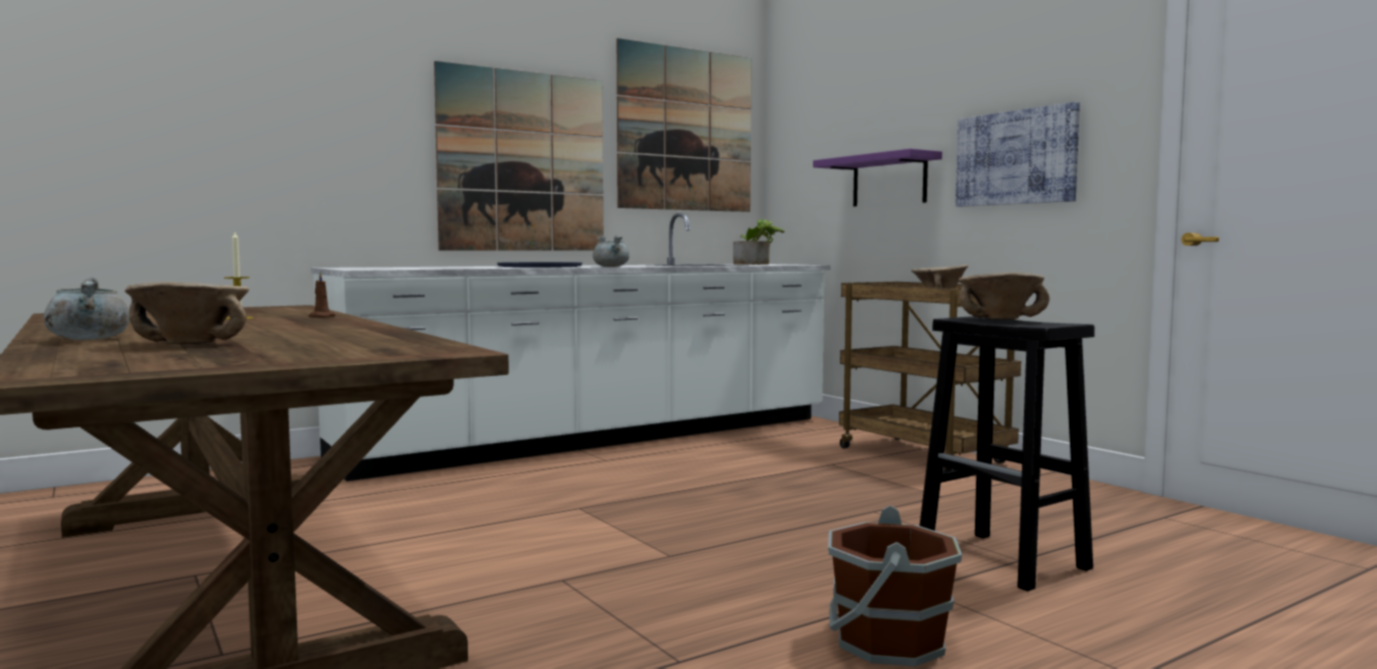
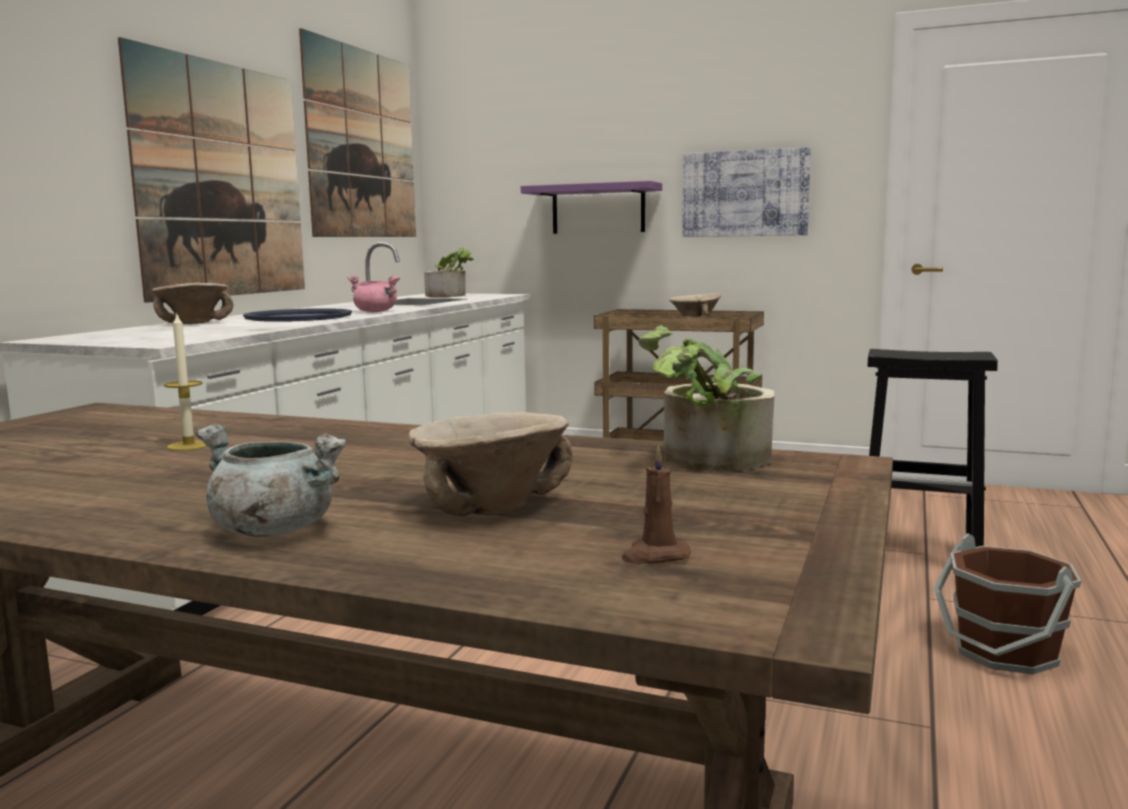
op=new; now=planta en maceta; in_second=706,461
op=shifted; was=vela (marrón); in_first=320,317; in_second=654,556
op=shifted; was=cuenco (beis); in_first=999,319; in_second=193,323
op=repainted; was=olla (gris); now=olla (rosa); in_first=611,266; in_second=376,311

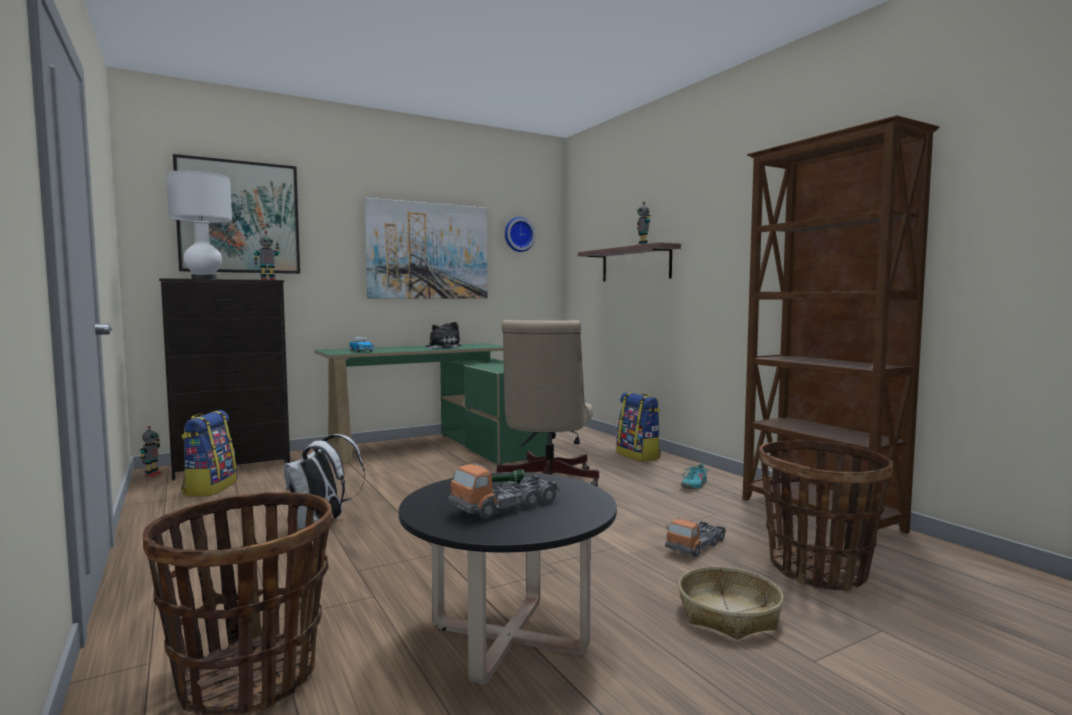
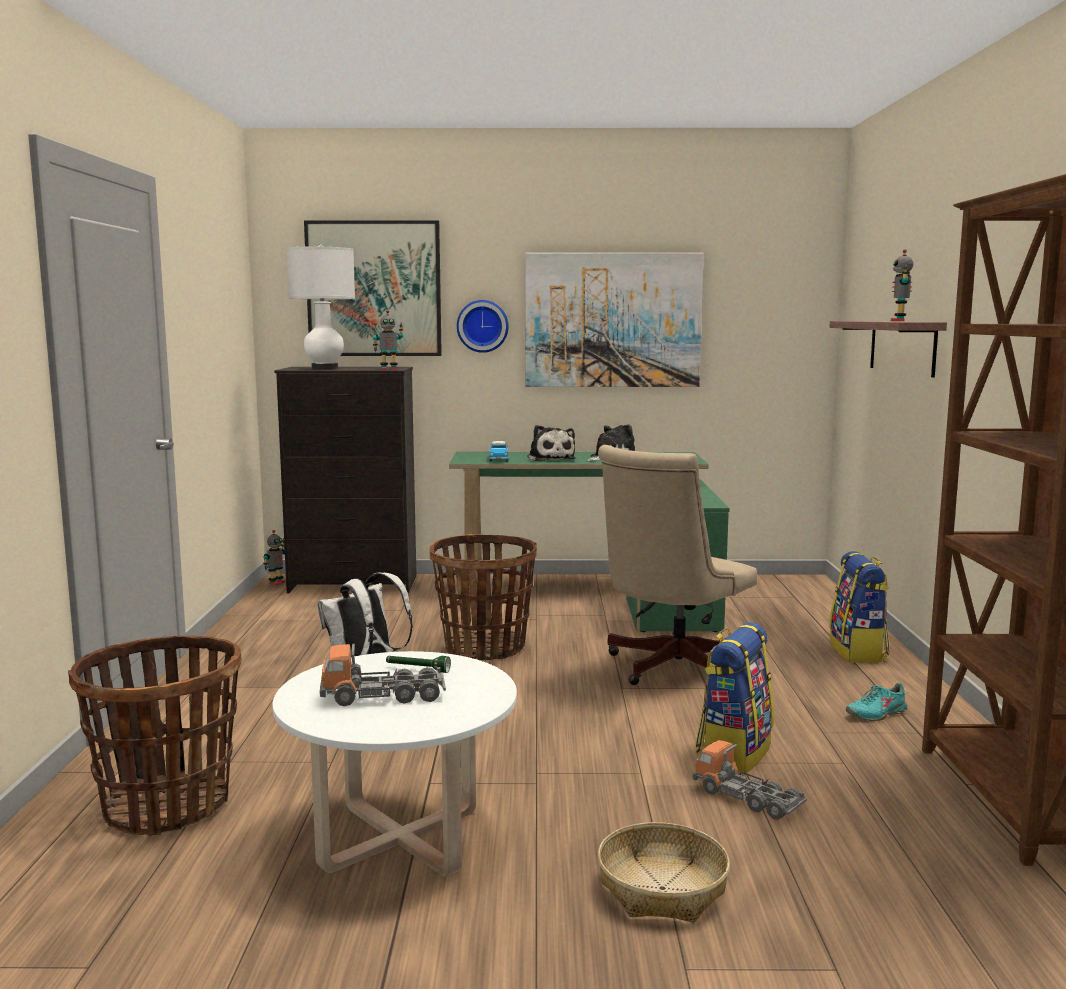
op=new; now=peluche; in_second=550,459
op=shifted; was=mochila; in_first=209,488; in_second=733,752
op=shifted; was=reloj de pared; in_first=518,234; in_second=482,326
op=shifted; was=cesta; in_first=818,570; in_second=484,648
op=repainted; was=mesa de centro (negro); now=mesa de centro (blanco); in_first=509,638; in_second=400,839
op=rotated; was=camión de juguete; in_first=696,546; in_second=747,798; clockwise=60

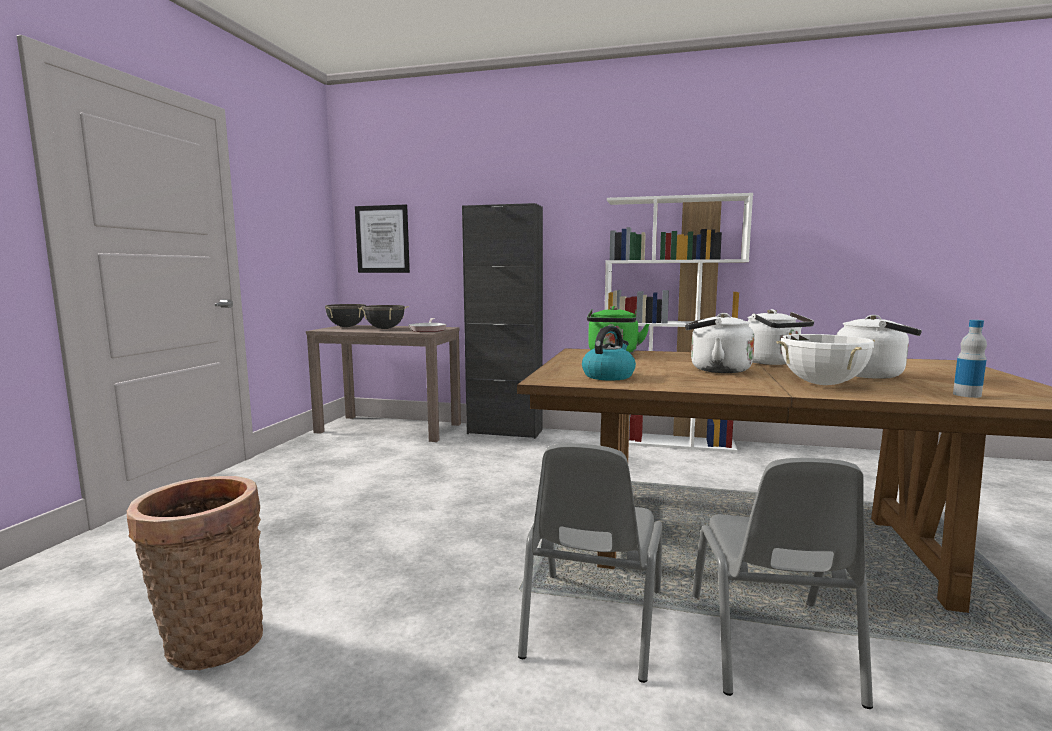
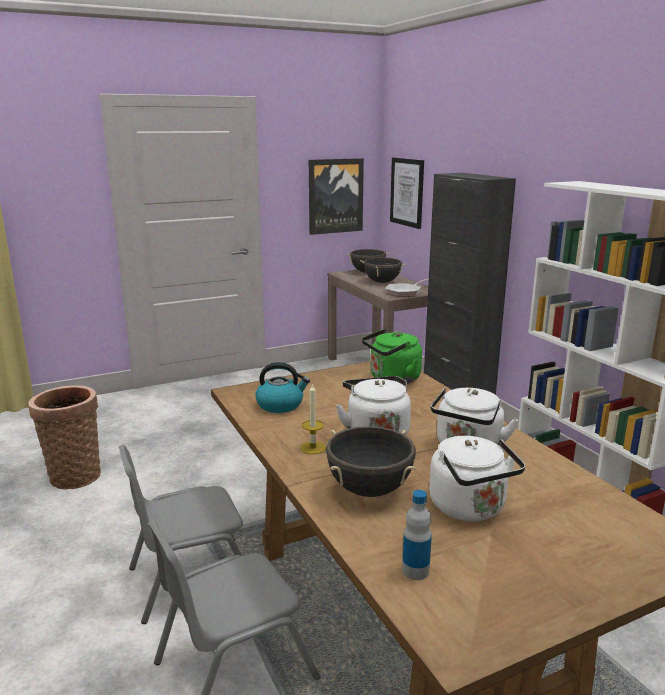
op=new; now=vela; in_second=313,448
op=new; now=cuadro; in_second=335,196
op=repainted; was=olla (blanco); now=olla (negro); in_first=822,384; in_second=369,489

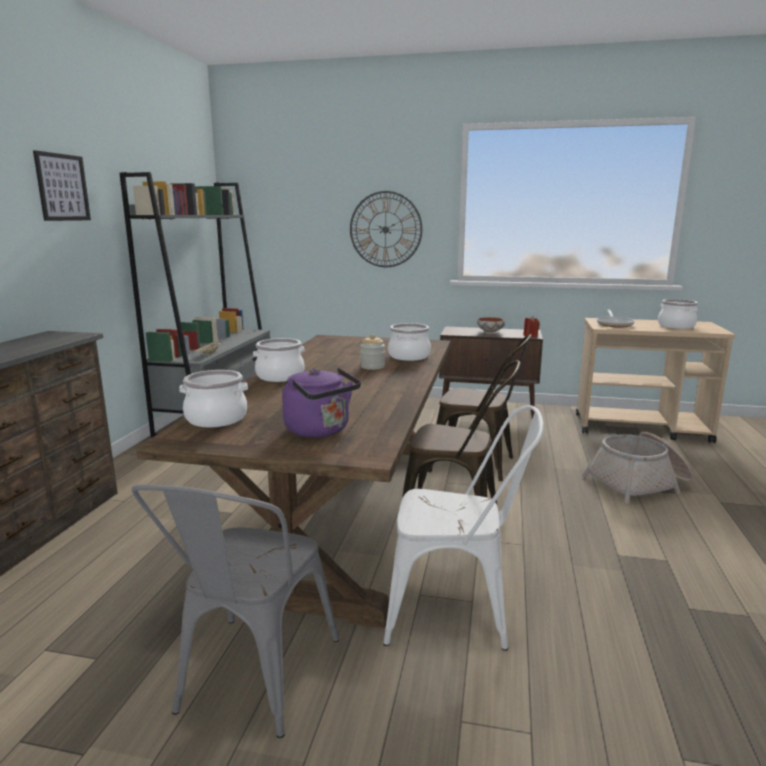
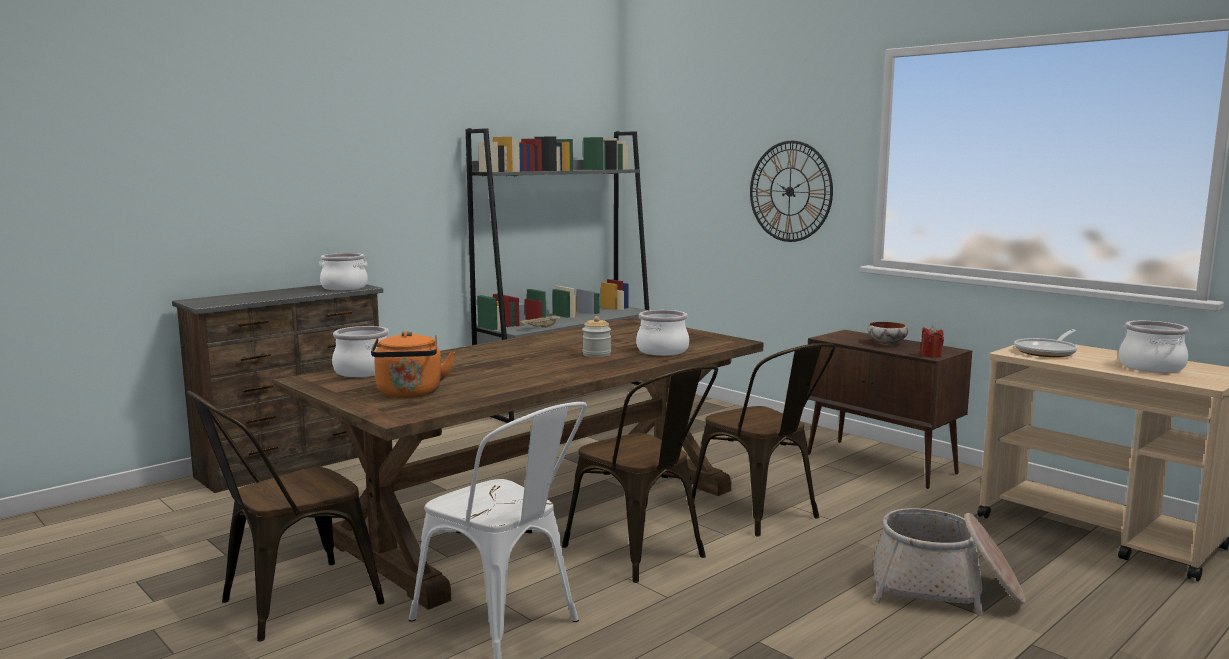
op=gone; was=cuadro; in_first=62,187
op=shifted; was=olla; in_first=280,376; in_second=344,287
op=repainted; was=silla (gris); now=silla (marrón); in_first=251,682; in_second=288,604
op=repainted; was=hervidor (morado); now=hervidor (naranja); in_first=320,431; in_second=410,394

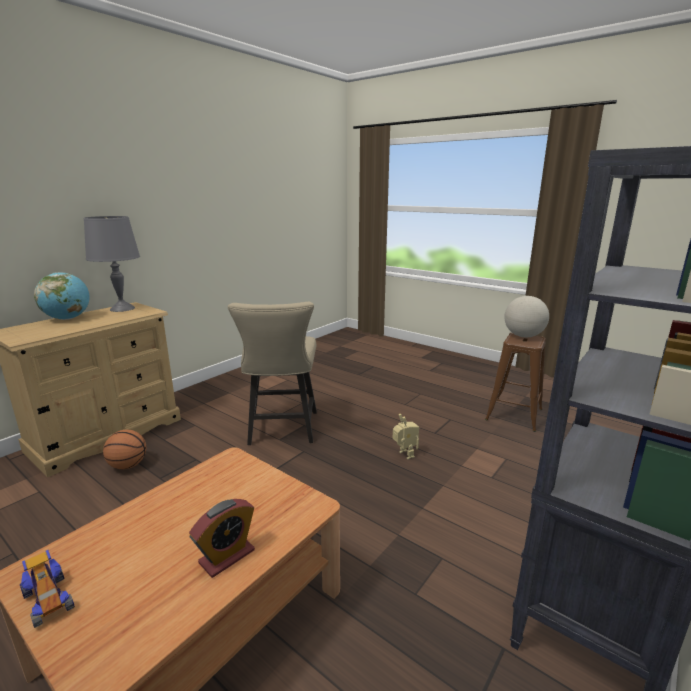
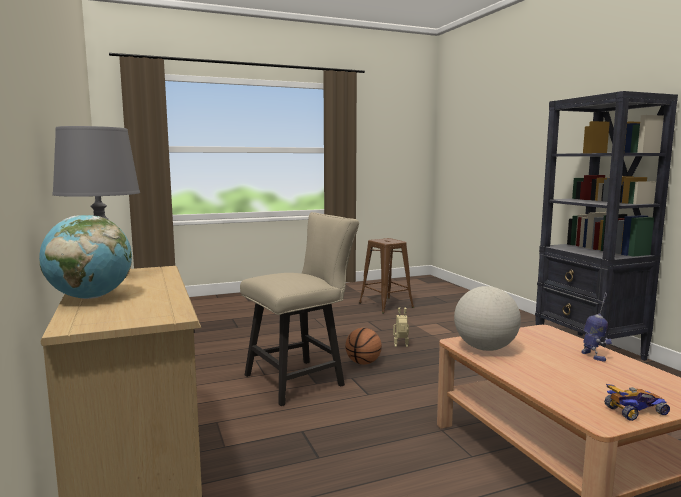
op=shifted; was=balón de baloncesto; in_first=128,465; in_second=363,363
op=shifted; was=globo terráqueo; in_first=523,336; in_second=485,348
op=swapped; was=despertador; now=robot de juguete; in_first=227,556; in_second=593,356
op=rotated; was=silla (beis); in_first=282,431; in_second=301,379; clockwise=-60

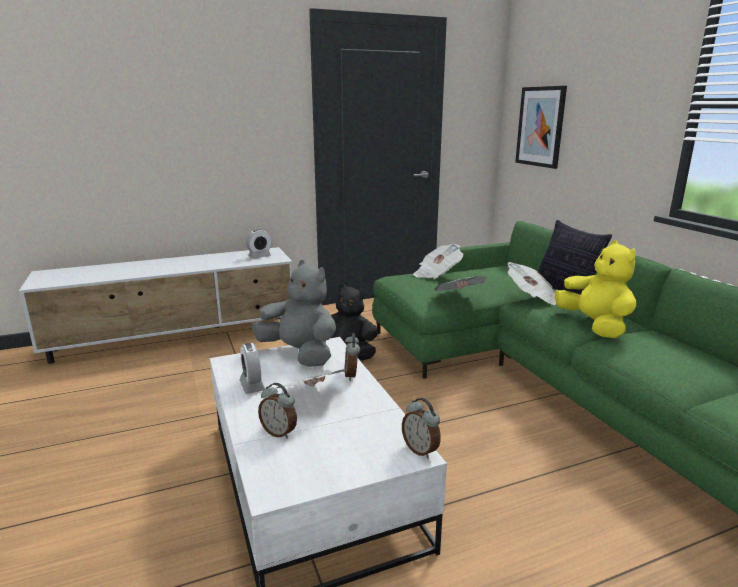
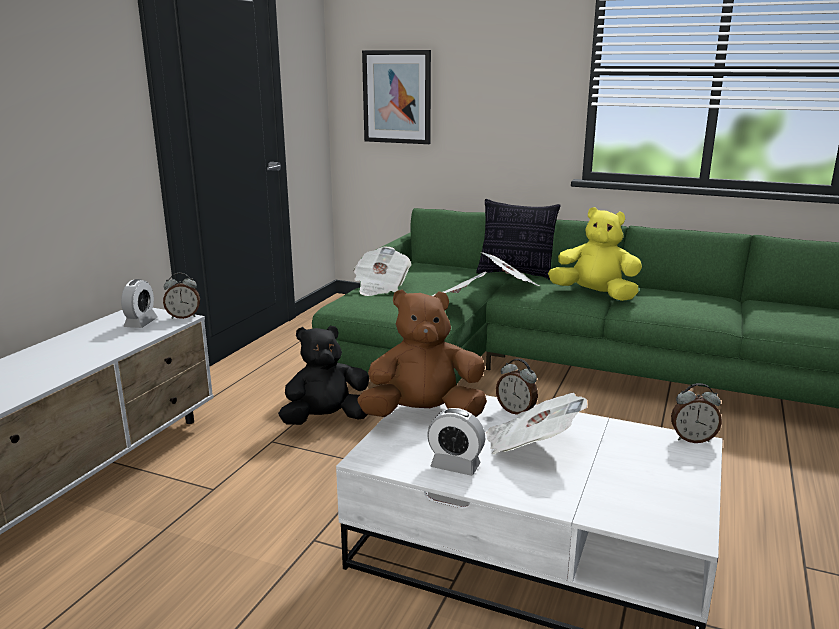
op=shifted; was=despertador; in_first=279,432; in_second=183,317
op=repainted; was=peluche (gris); now=peluche (marrón); in_first=300,354; in_second=424,415

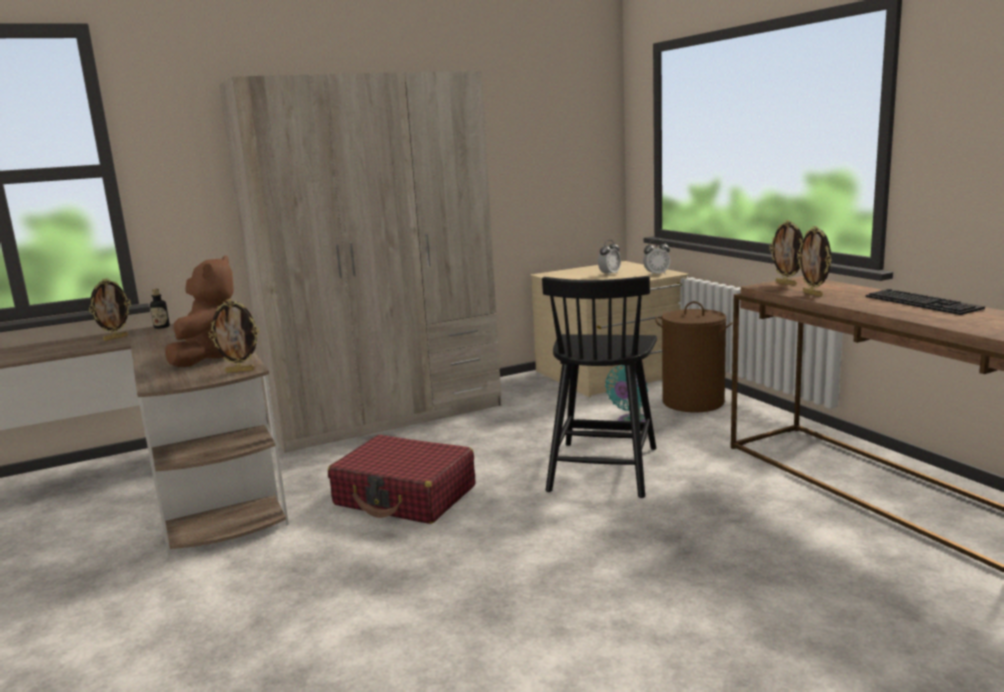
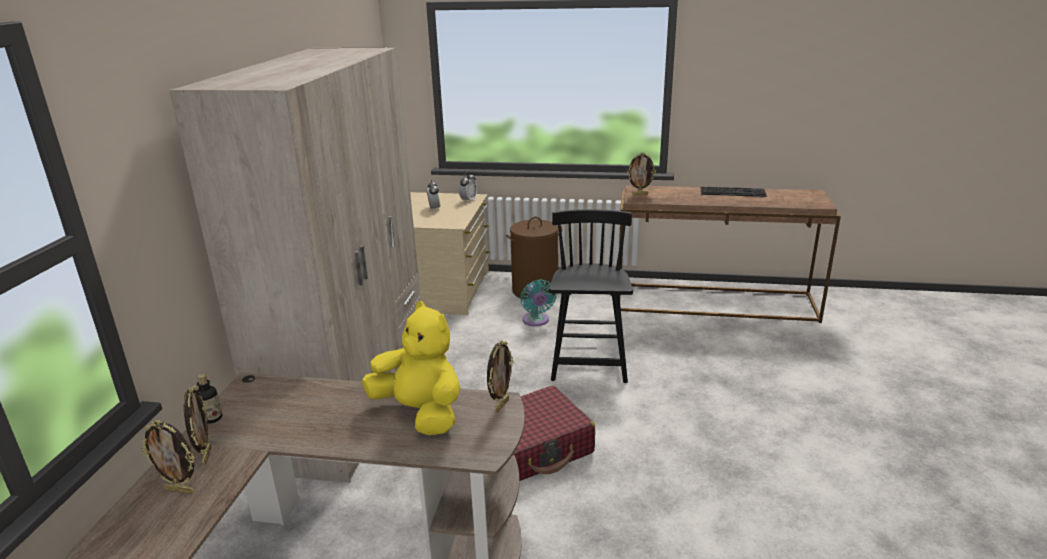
op=shifted; was=portarretratos; in_first=813,294; in_second=180,490
op=repainted; was=peluche (marrón); now=peluche (amarillo); in_first=208,358; in_second=420,413
op=rotated; was=silla (negro); in_first=603,467; in_second=589,359; clockwise=-135

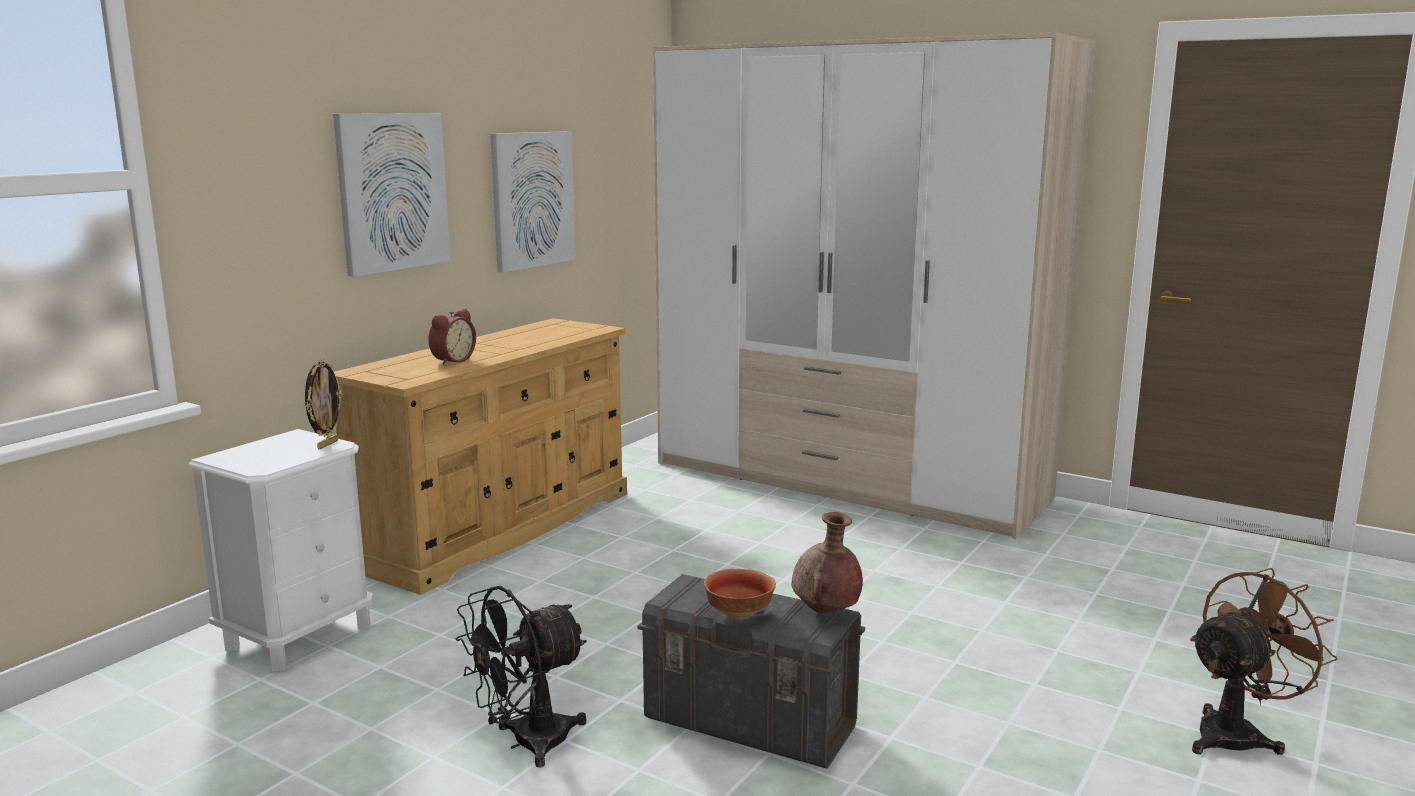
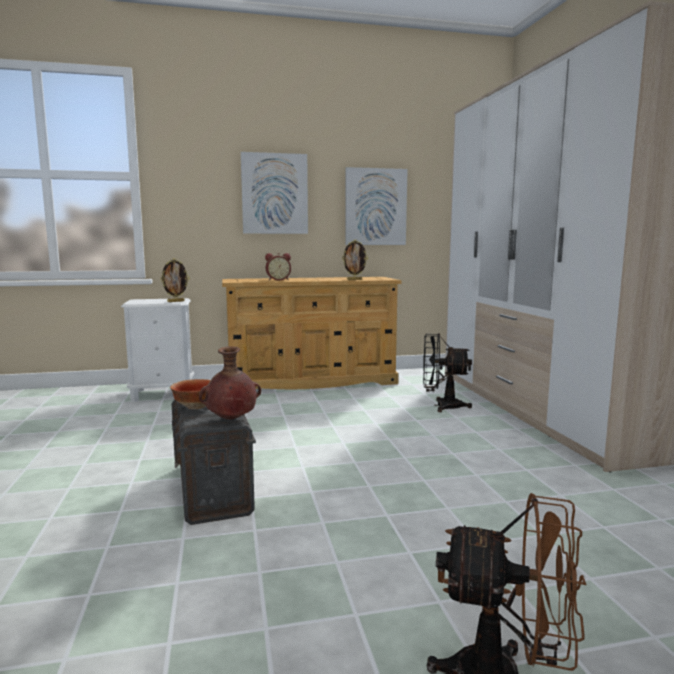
op=new; now=portarretratos; in_second=354,280
op=shifted; was=ventilador (negro); in_first=526,743; in_second=441,406

